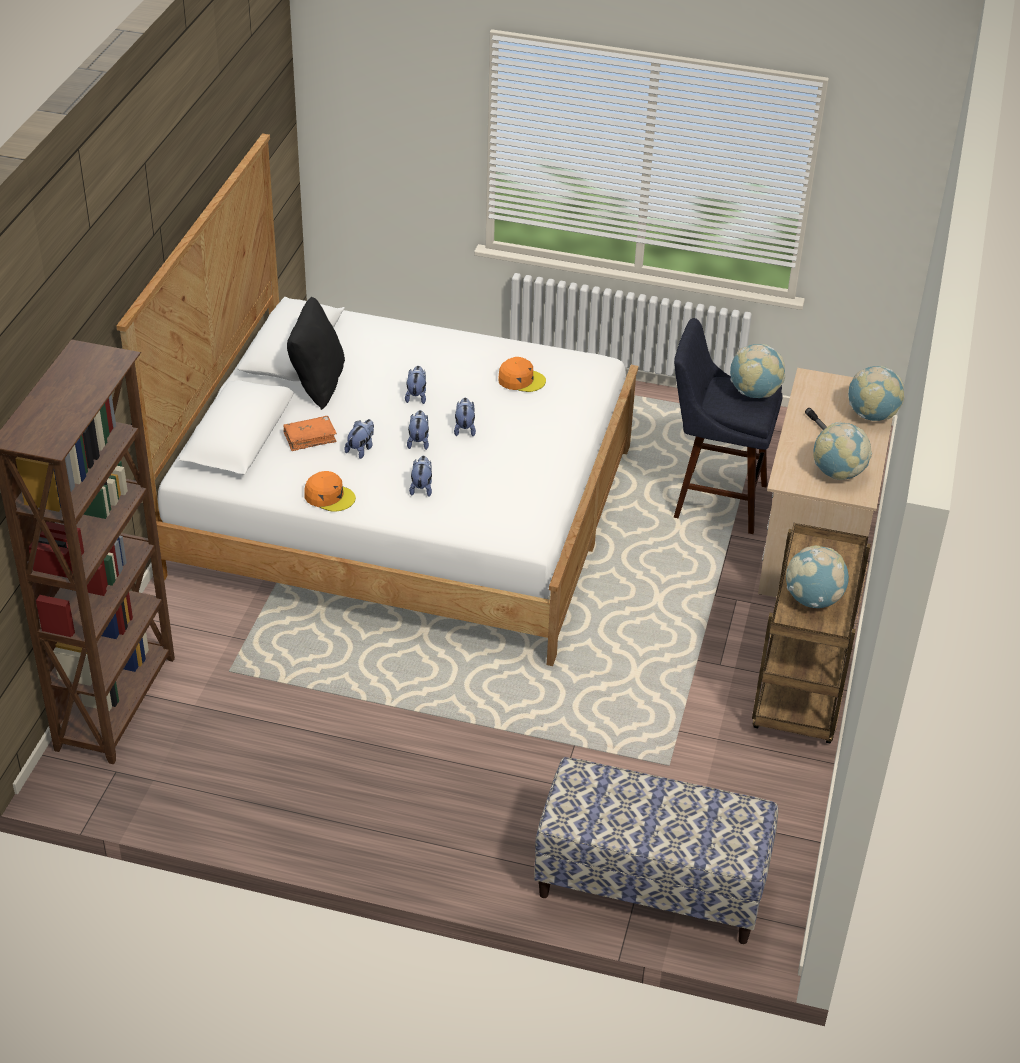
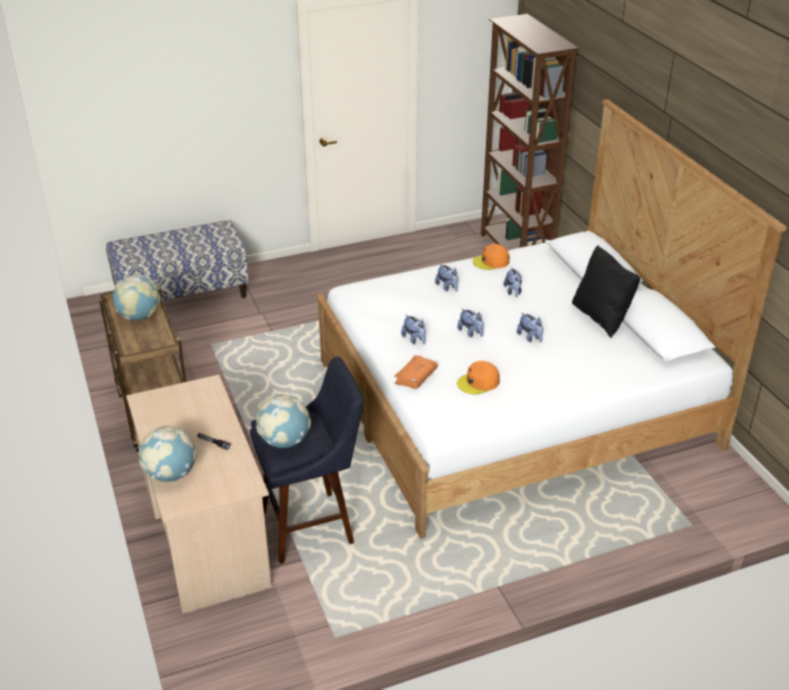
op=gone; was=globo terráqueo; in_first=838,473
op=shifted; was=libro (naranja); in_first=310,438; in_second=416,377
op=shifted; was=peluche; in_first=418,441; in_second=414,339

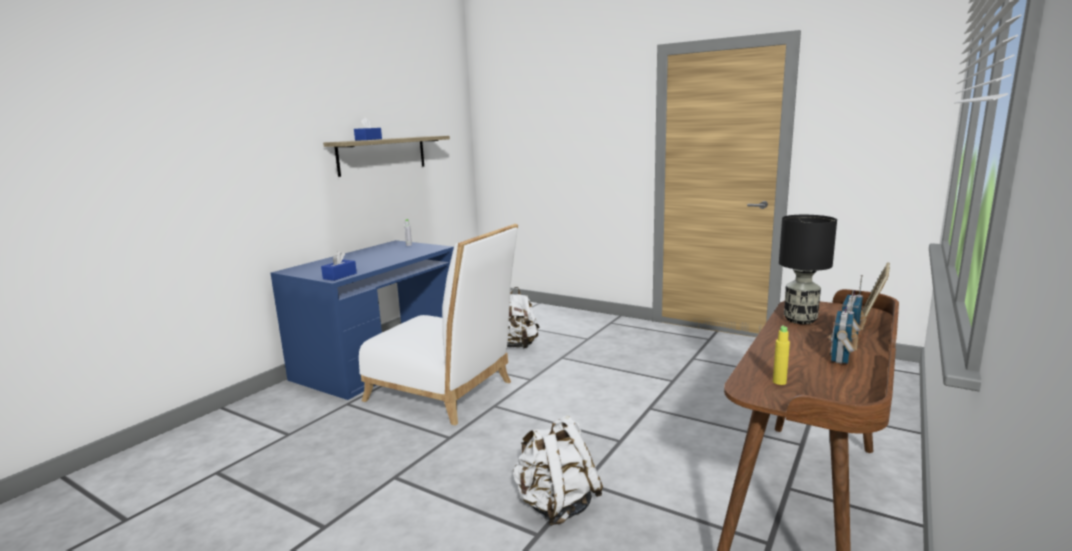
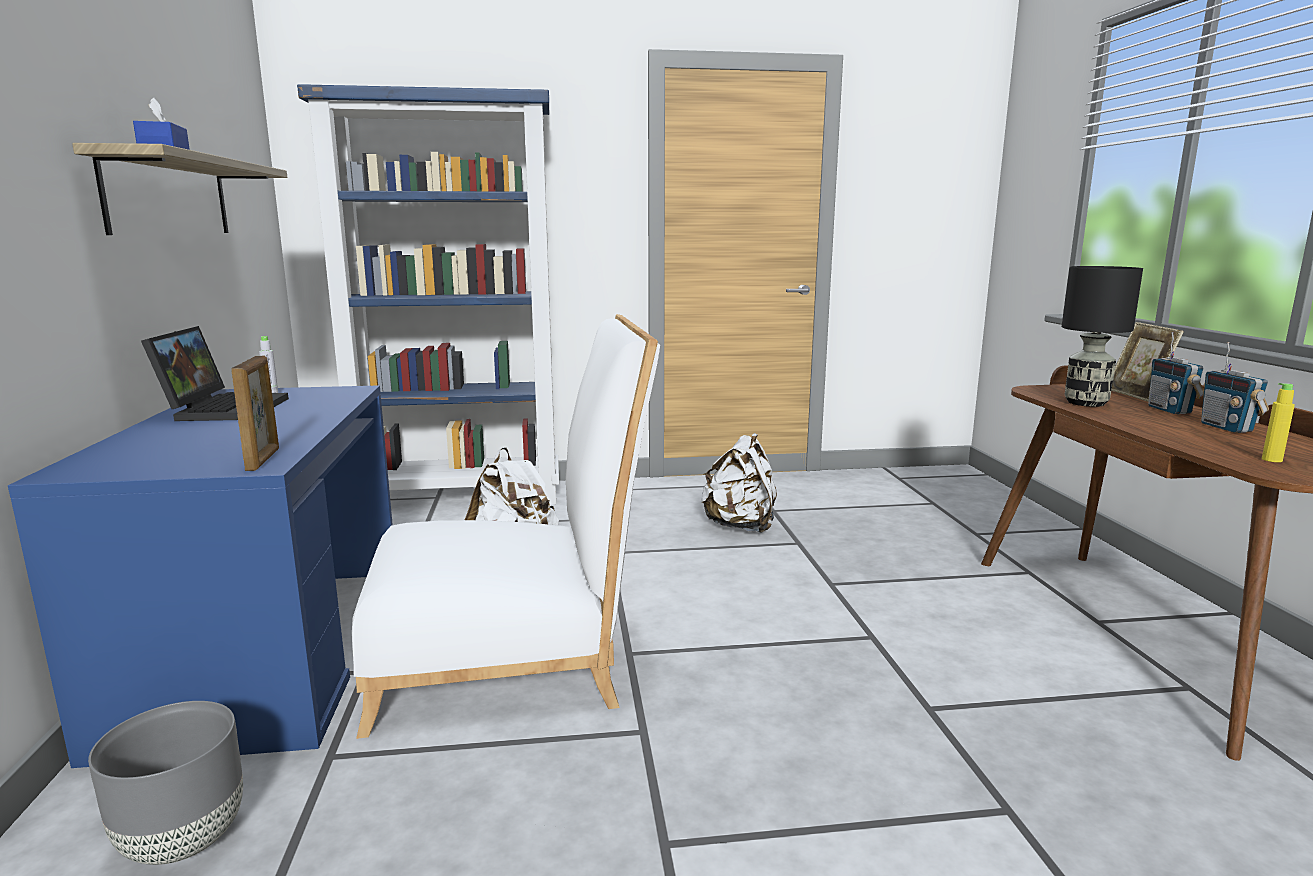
op=new; now=maceta (gris); in_second=182,841
op=new; now=portátil; in_second=223,409
op=new; now=estantería (azul); in_second=461,497
op=shifted; was=mochila (blanco); in_first=556,506; in_second=740,526
op=swapped; was=caja de pañuelos (azul); now=portarretratos; in_first=340,276; in_second=263,460

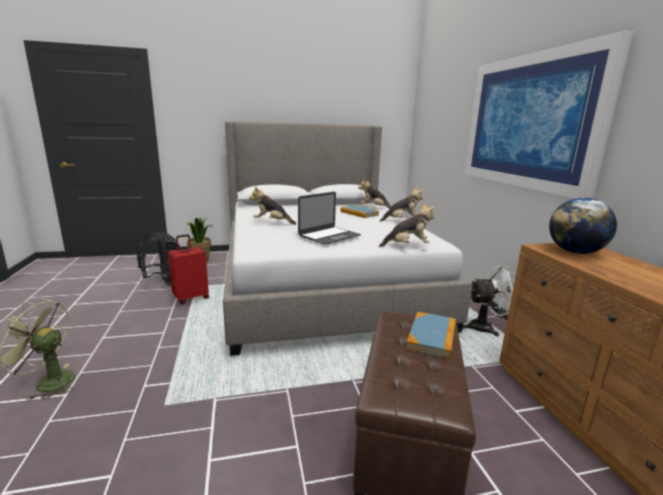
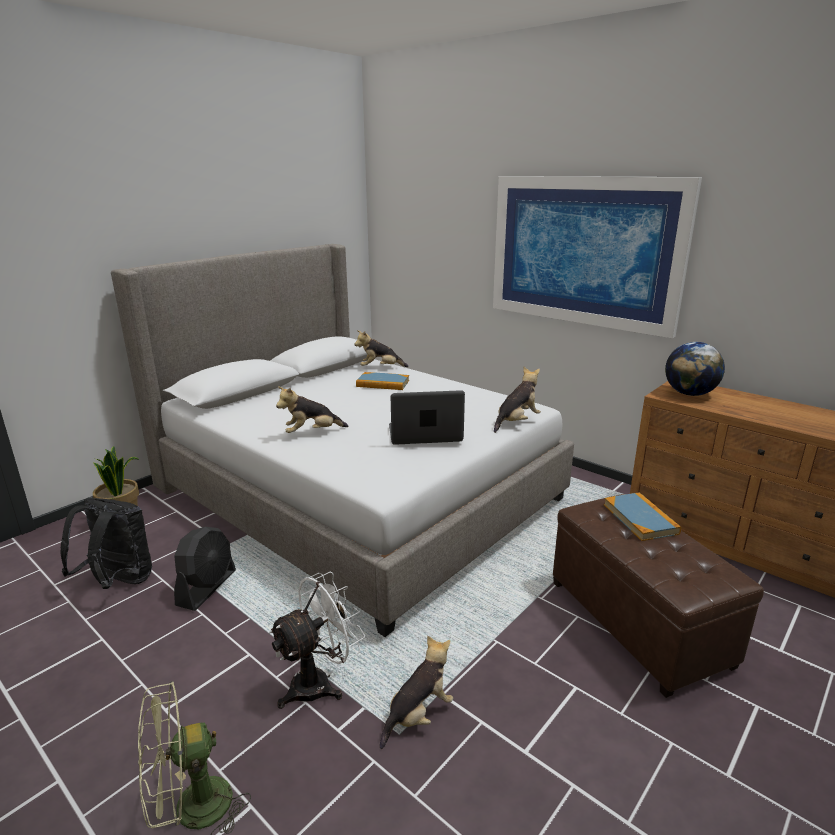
op=shifted; was=peluche; in_first=402,221; in_second=418,715
op=shifted; was=ventilador (blanco); in_first=486,328; in_second=320,682
op=swapped; was=maleta (rojo); now=ventilador (negro); in_first=191,298; in_second=207,587
op=rotated; was=portátil; in_first=329,236; in_second=424,433; clockwise=-105

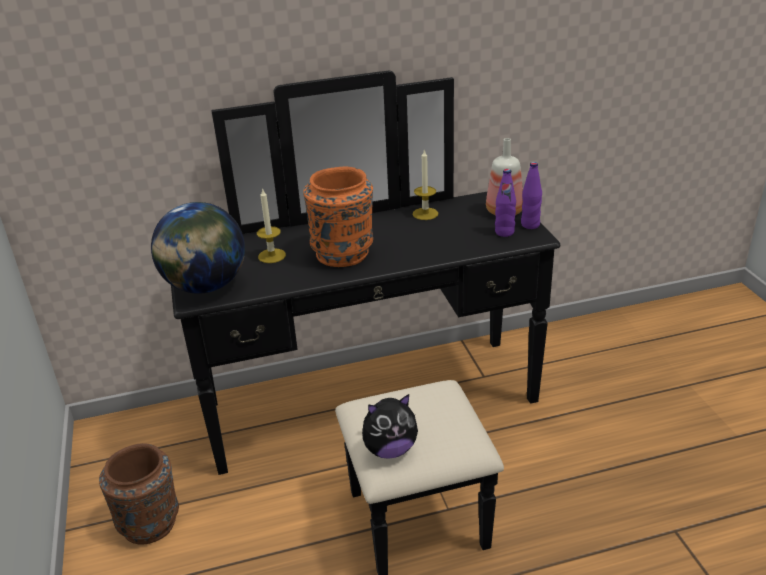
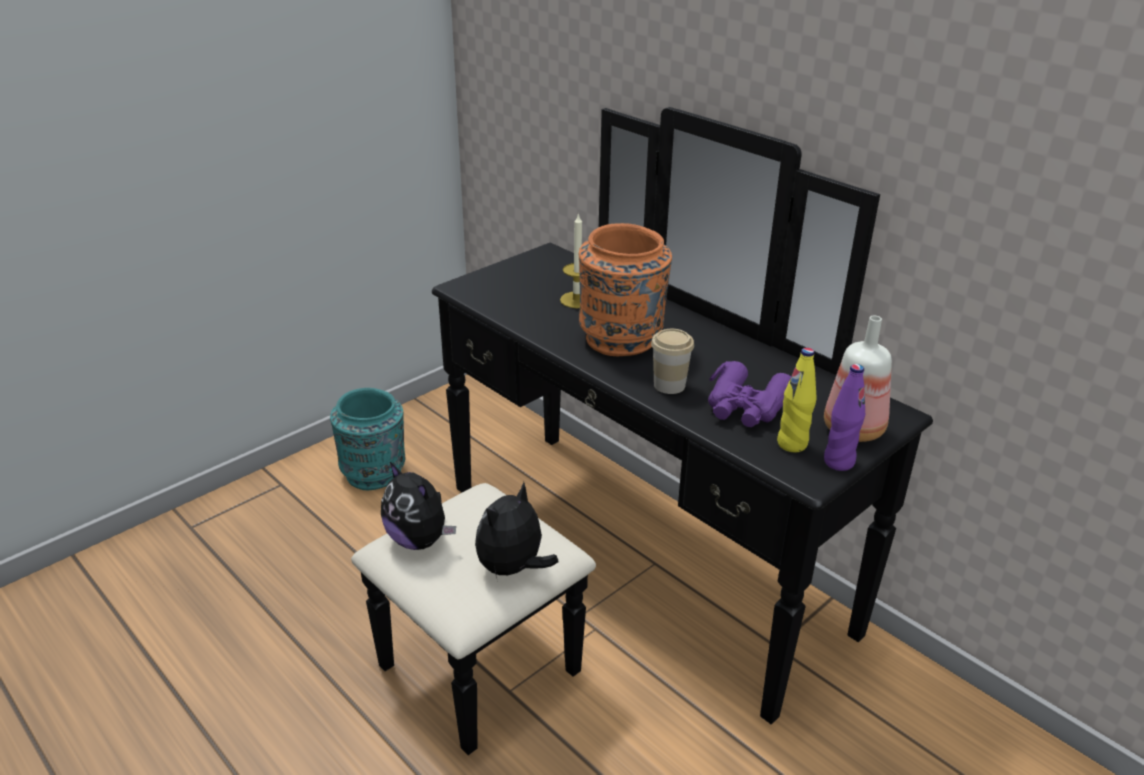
op=gone; was=globo terráqueo; in_first=206,286
op=gone; was=vela; in_first=425,214
op=new; now=peluche; in_second=513,569
op=new; now=taza; in_second=669,385
op=new; now=prismáticos (morado); in_second=746,406
op=repainted; was=florero (marrón); now=florero (turquesa); in_first=151,523; in_second=374,474
op=repainted; was=botella (morado); now=botella (amarillo); in_first=504,232; in_second=792,444

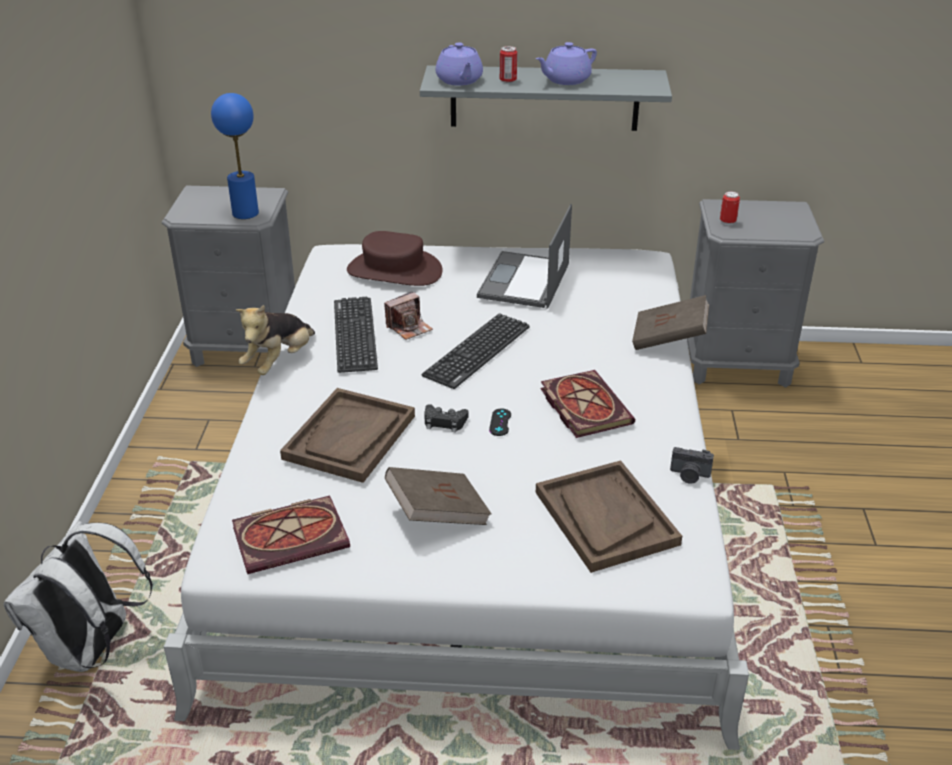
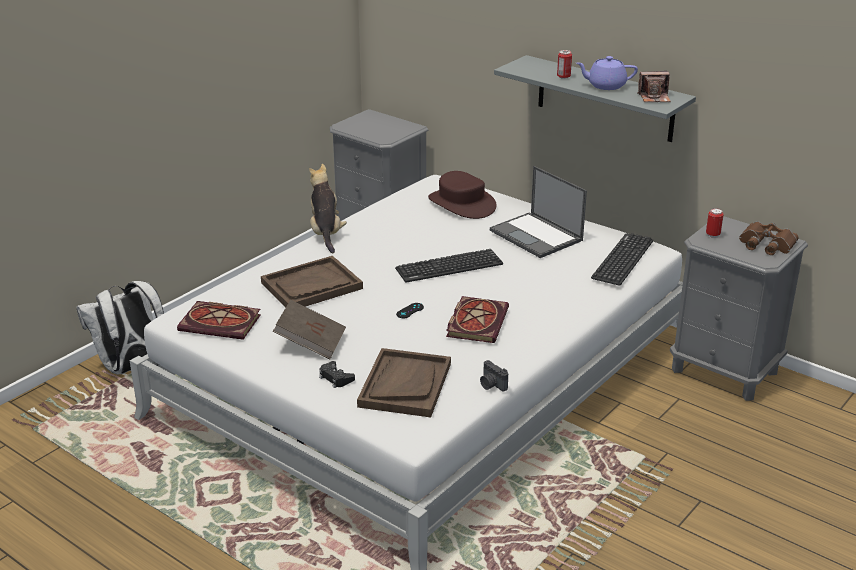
op=gone; was=lámpara de mesa (azul); in_first=245,213
op=gone; was=tetera (morado); in_first=459,81
op=gone; was=libro (marrón); in_first=669,339
op=new; now=prismáticos (marrón); in_second=765,244
op=shifted; was=teclado; in_first=355,335; in_second=622,260
op=shifted; was=cámara; in_first=409,327; in_second=654,97
op=shifted; was=mando de consola (negro); in_first=444,422; in_second=335,378
op=rotated; was=peluche; in_first=279,361; in_second=326,233; clockwise=105
op=rotated; was=portátil; in_first=524,281; in_second=537,236; clockwise=-90

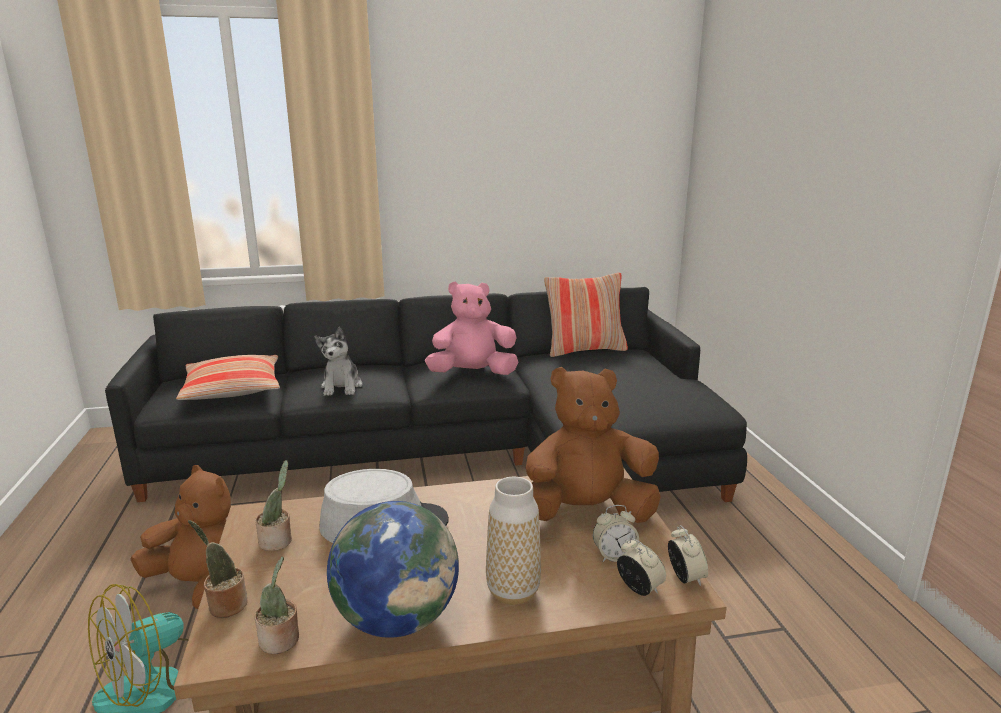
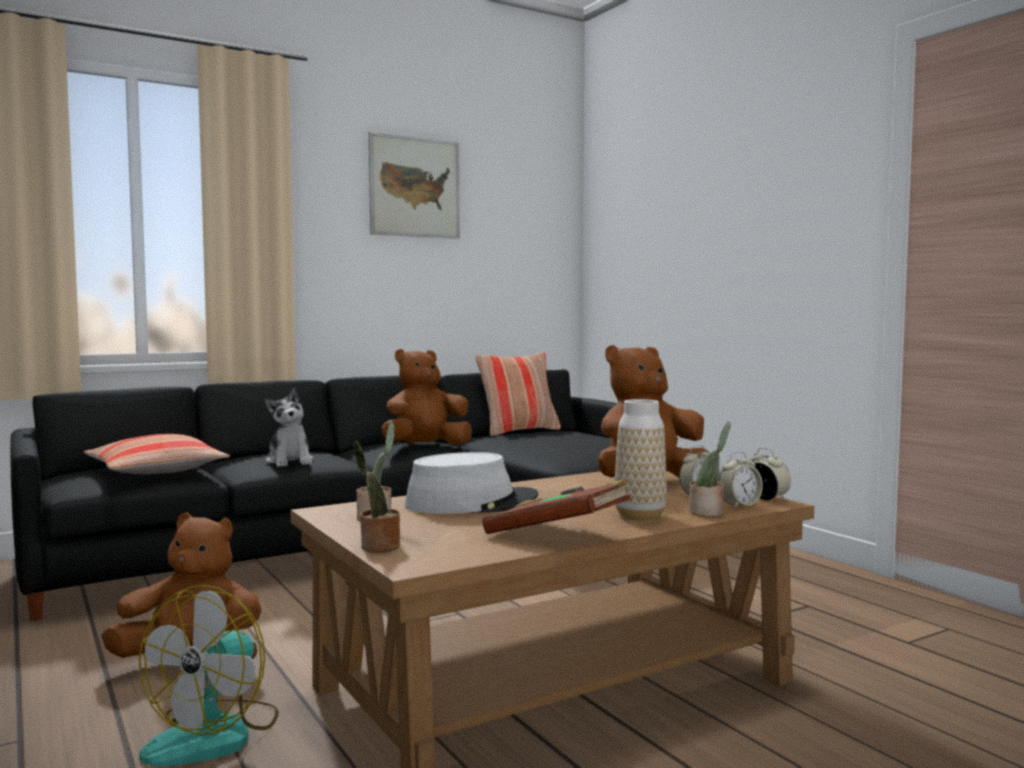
op=new; now=cuadro; in_second=415,187
op=shifted; was=planta en maceta; in_first=281,641; in_second=708,513
op=swapped; was=globo terráqueo; now=libro (marrón); in_first=397,619; in_second=557,535
op=repainted; was=peluche (rosa); now=peluche (marrón); in_first=473,374; in_second=425,447
op=rotated; was=despertador; in_first=639,589; in_second=739,505; clockwise=120

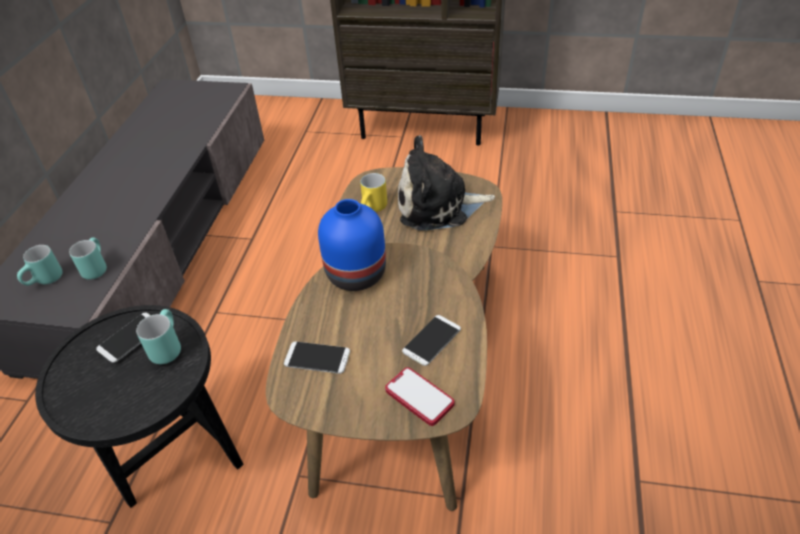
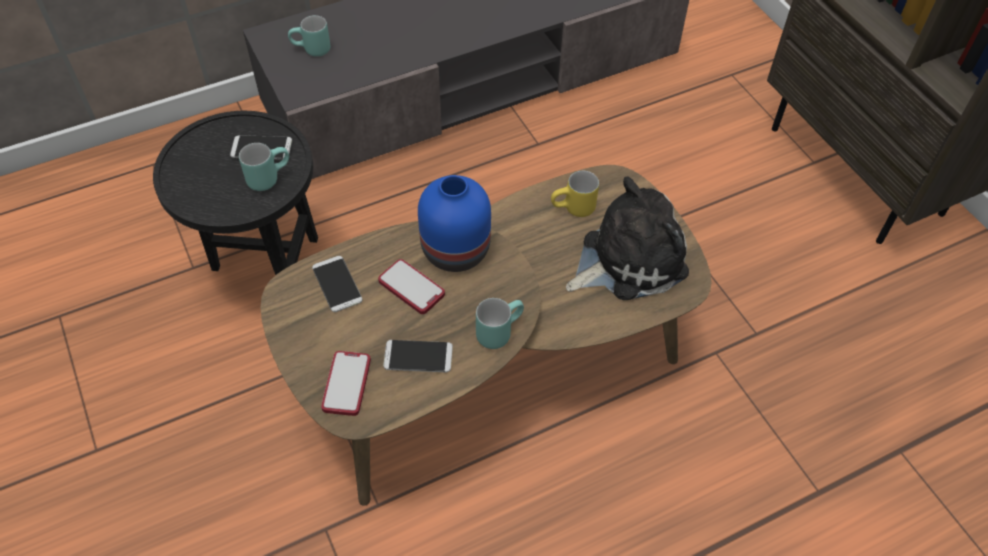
op=new; now=móvil; in_second=411,288
op=shifted; was=taza grande (turquesa); in_first=94,267; in_second=498,330
op=rotated; was=peluche; in_first=438,205; in_second=627,259; clockwise=105

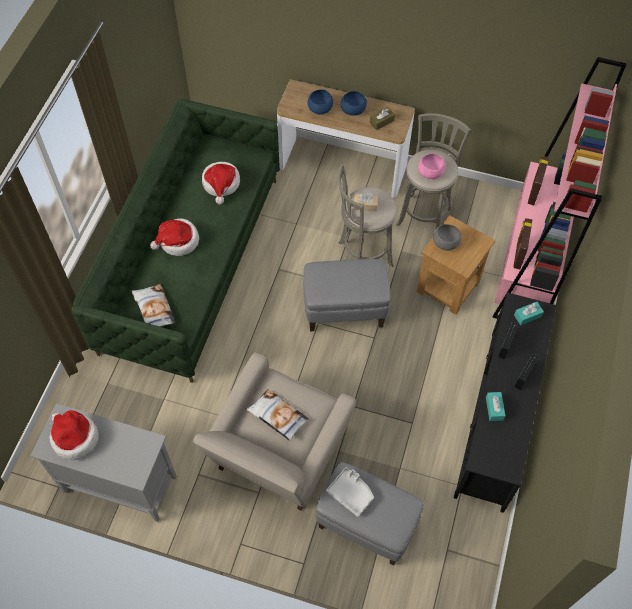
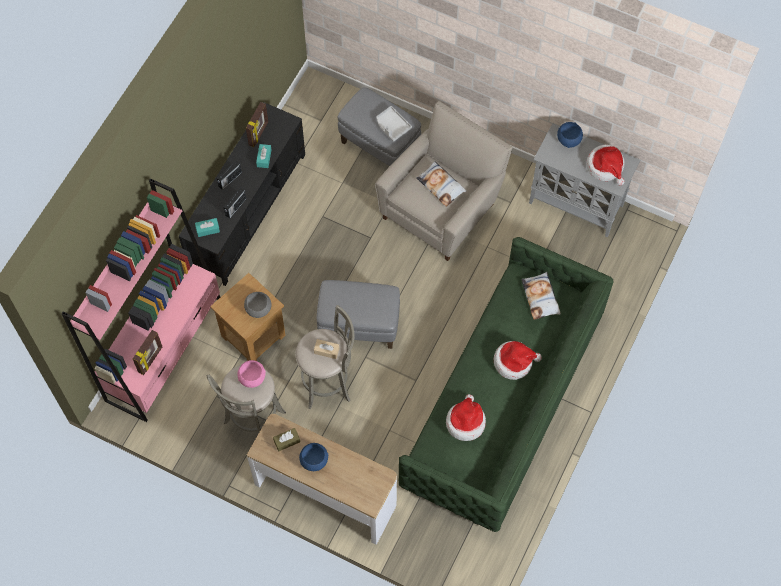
op=shifted; was=cuenco (azul); in_first=320,109; in_second=568,139
op=shifted; was=portarretratos; in_first=518,254; in_second=259,134

